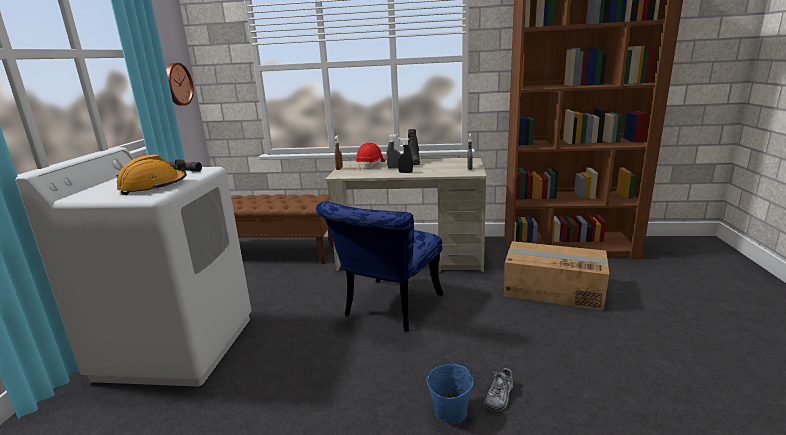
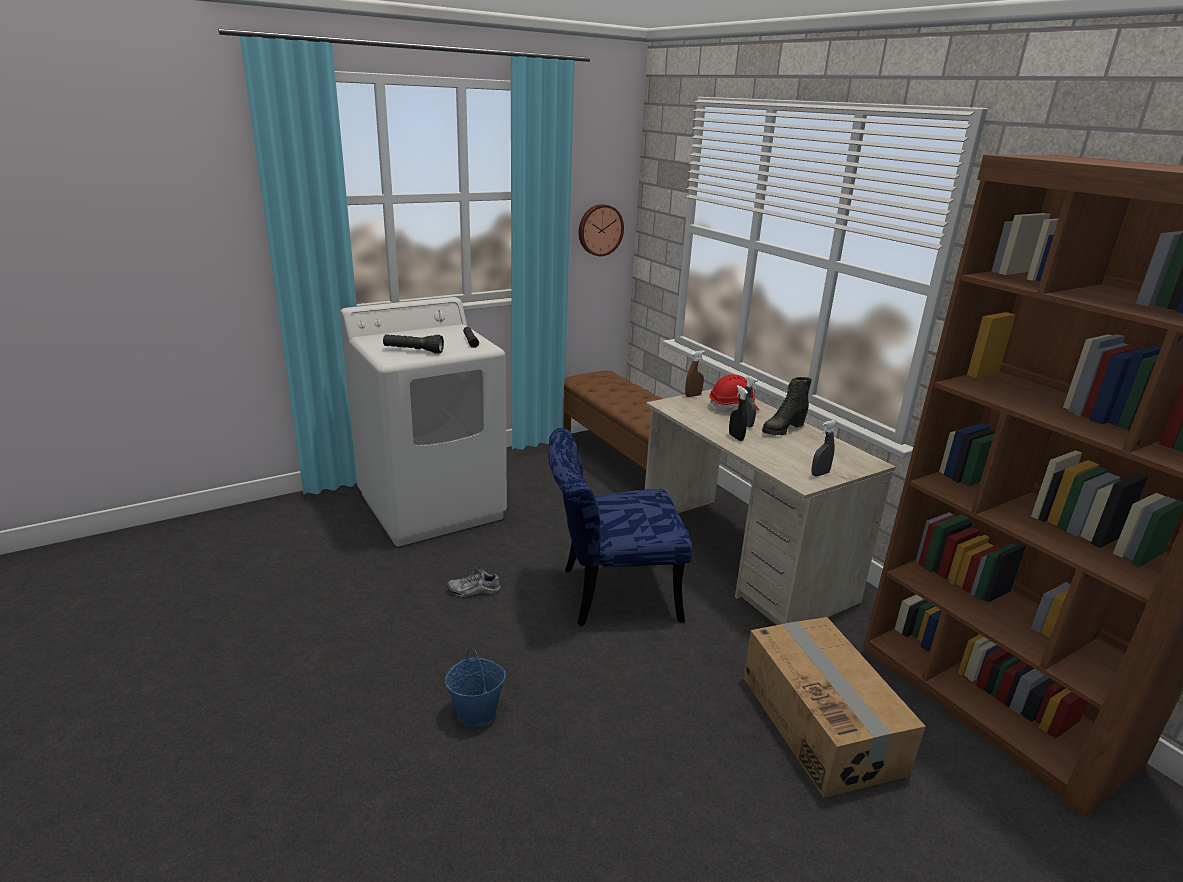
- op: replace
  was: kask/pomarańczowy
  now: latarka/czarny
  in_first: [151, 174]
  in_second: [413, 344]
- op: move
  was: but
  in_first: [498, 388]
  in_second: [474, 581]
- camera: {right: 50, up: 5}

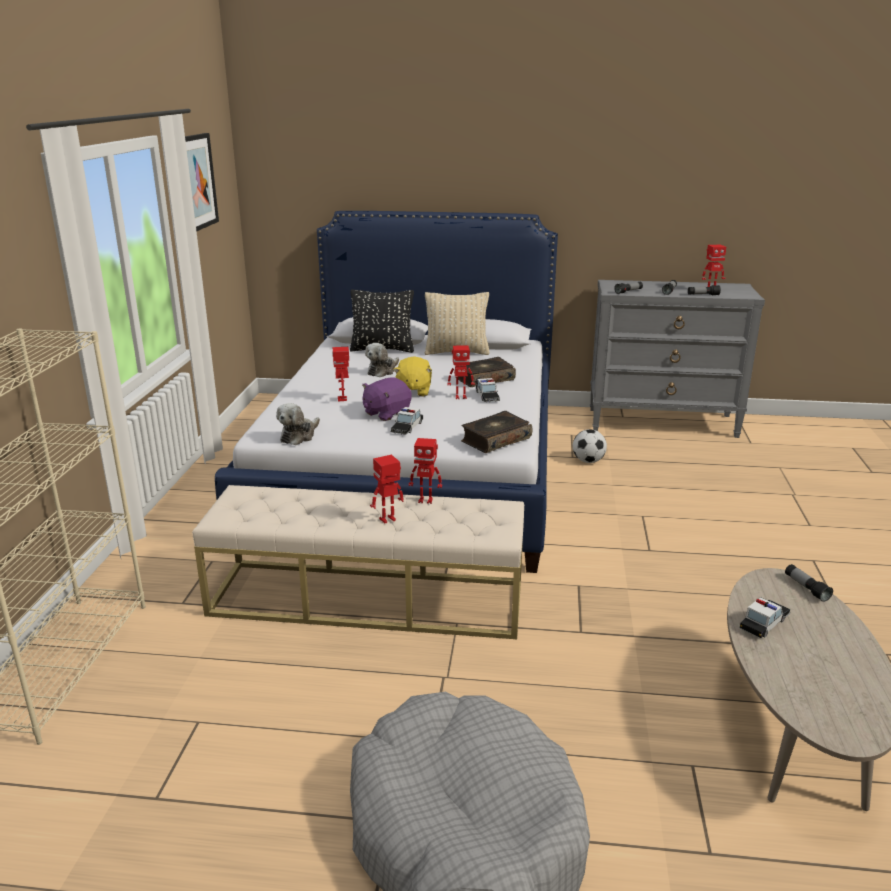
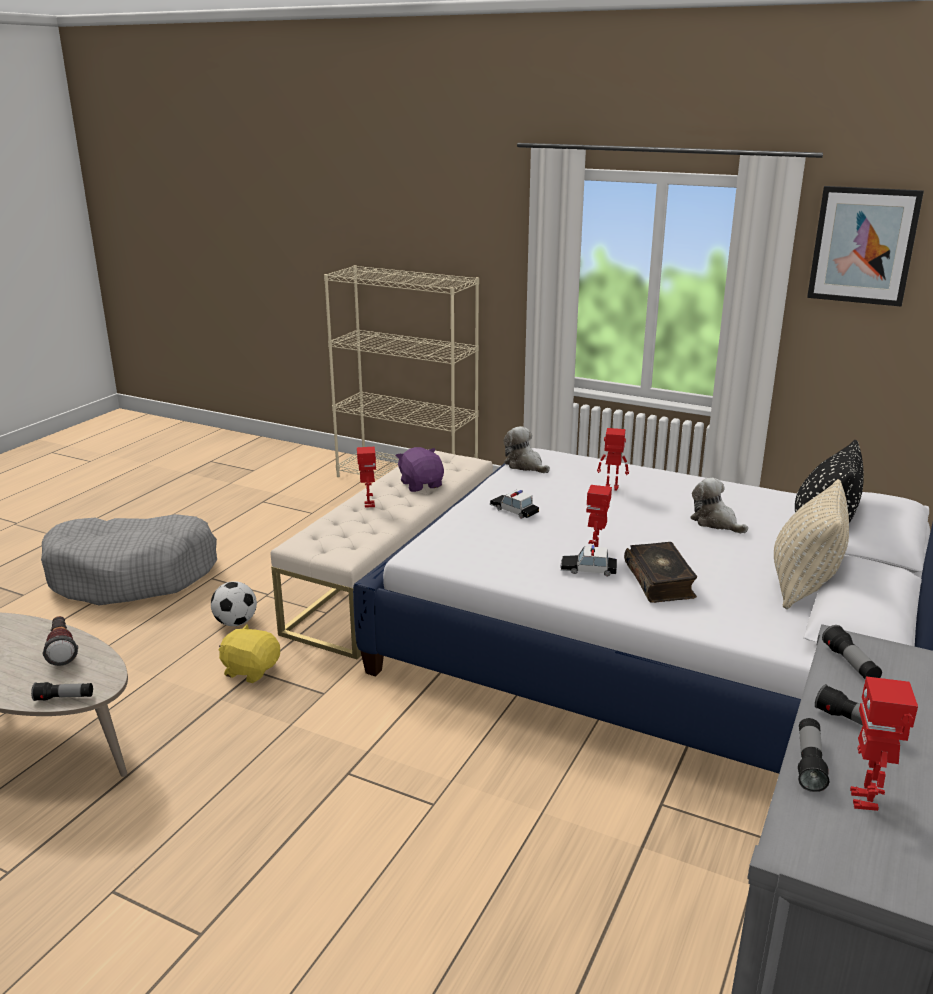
- op: move
  was: pluszak/fioletowy
  in_first: [387, 399]
  in_second: [420, 469]
- op: move
  was: pluszak/żółty
  in_first: [412, 376]
  in_second: [249, 653]
- op: delete
  was: robot zabawkowy
  in_first: [425, 471]
- op: delete
  was: książka
  in_first: [497, 432]
- op: move
  was: piłka futbolowa
  in_first: [590, 446]
  in_second: [234, 603]
- op: replace
  was: samochodzik
  now: latarka
  in_first: [765, 617]
  in_second: [60, 641]
- camera: {right: 110, up: 0}

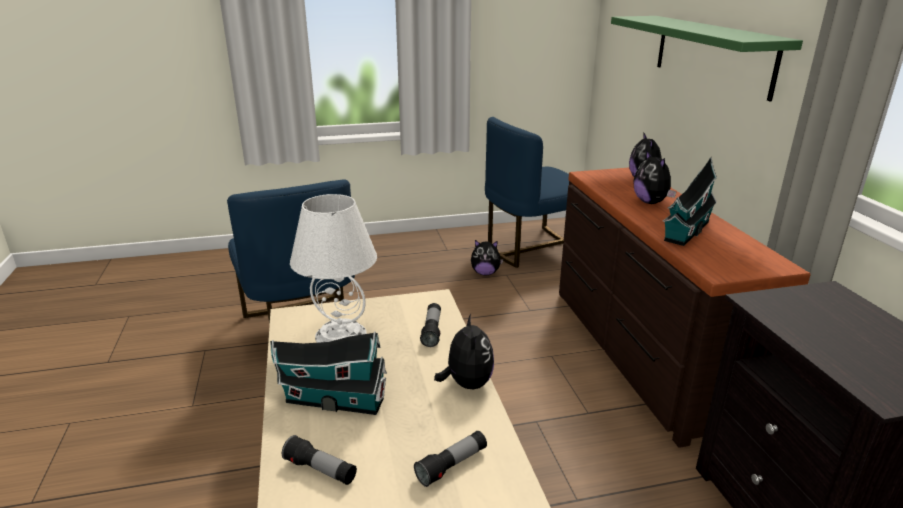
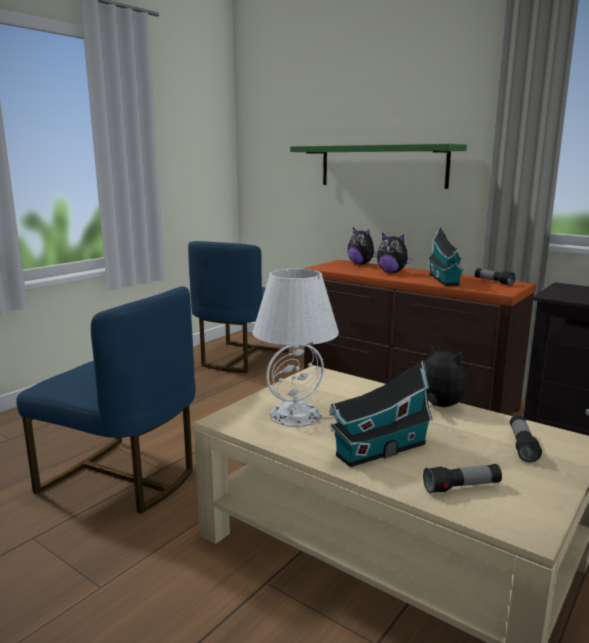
- op: move
  was: latarka
  in_first: [430, 325]
  in_second: [495, 277]
- op: delete
  was: pluszak
  in_first: [487, 257]
- camera: {right: -40, up: -10}

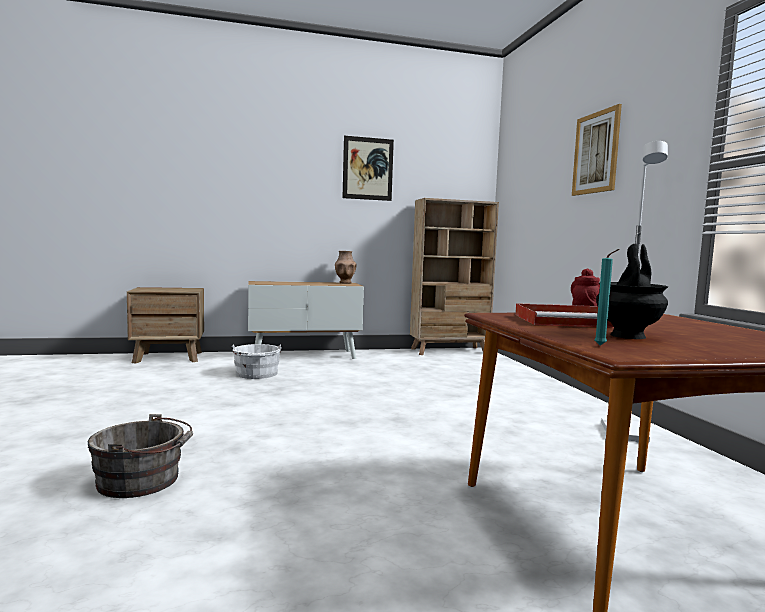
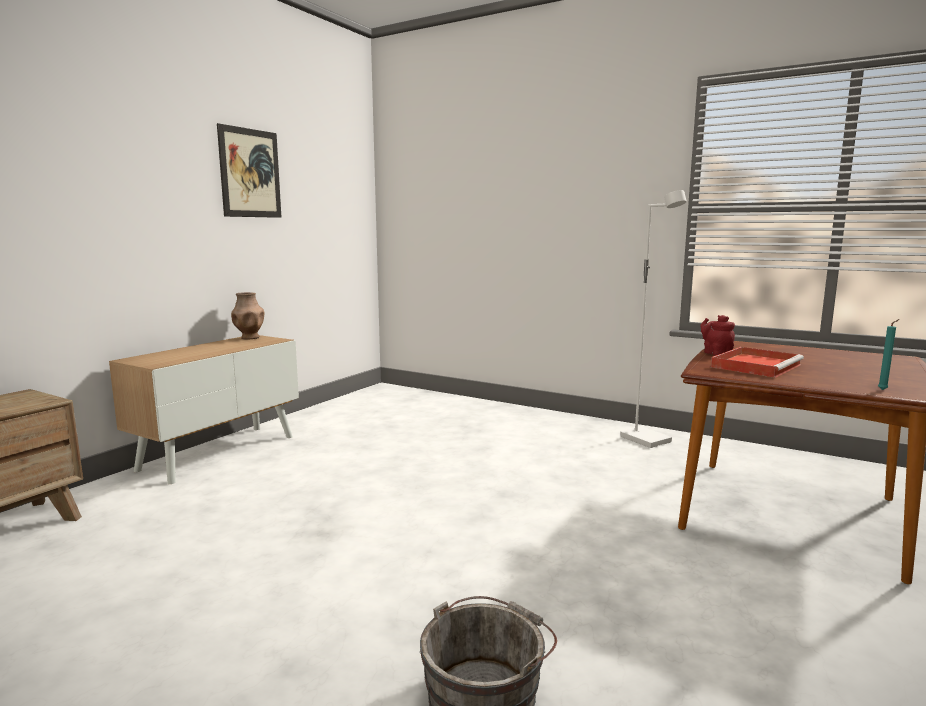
- op: delete
  was: wiadro/biały
  in_first: [257, 361]
- op: delete
  was: regał/beżowy
  in_first: [454, 276]
- op: delete
  was: obraz
  in_first: [597, 150]
- op: delete
  was: wazon/czarny
  in_first: [632, 291]
- camera: {right: -45, up: 5}

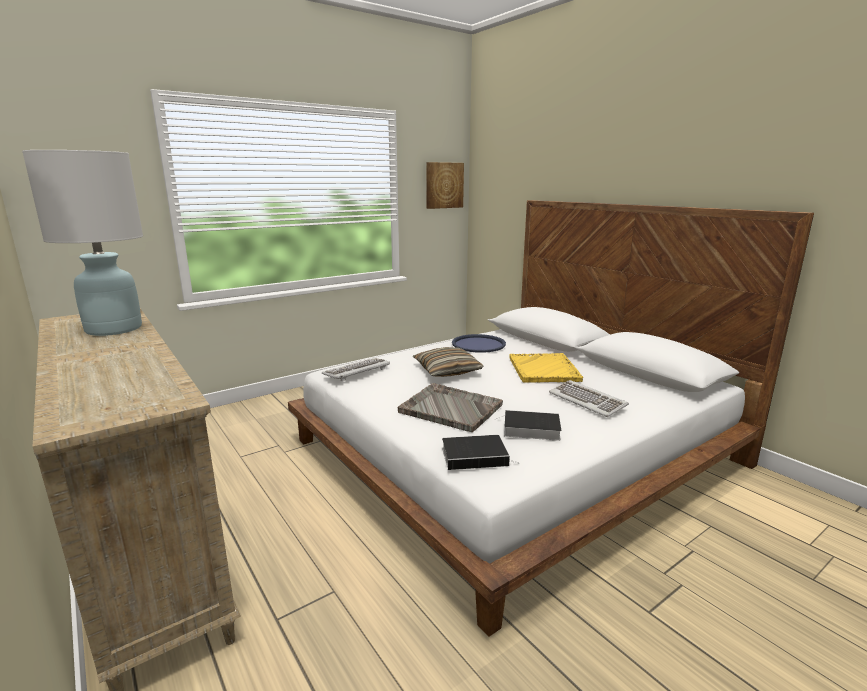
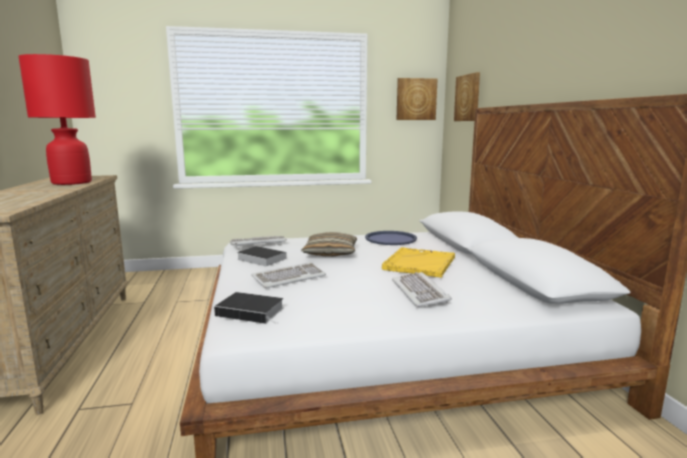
- op: recolor
  was: lampa stołowa/biały
  now: lampa stołowa/czerwony
  in_first: [82, 243]
  in_second: [57, 119]
- op: replace
  was: taca/szary
  now: klawiatura
  in_first: [450, 407]
  in_second: [288, 275]
- op: move
  was: książka
  in_first: [528, 425]
  in_second: [261, 256]
- op: insert
  now: obraz
  in_second: [467, 96]
- camera: {right: 25, up: -5}

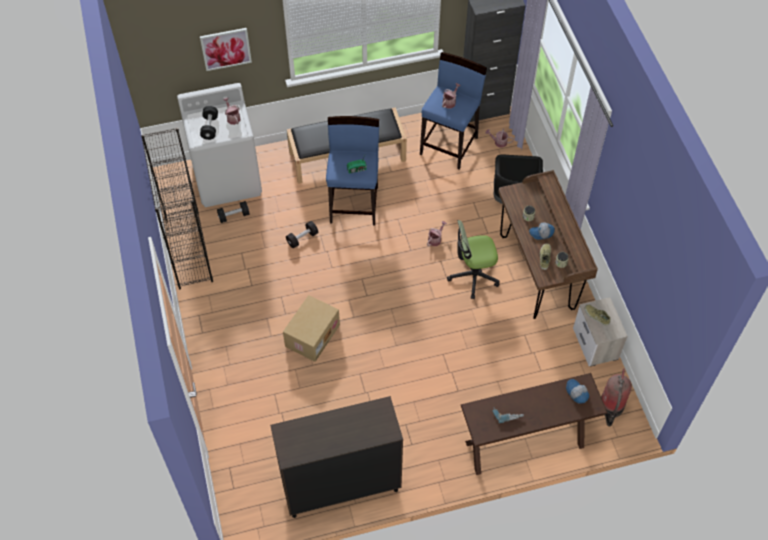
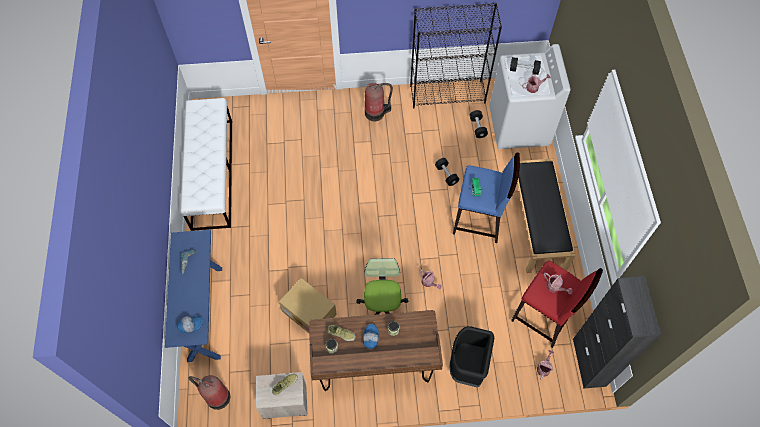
- op: delete
  was: obraz
  in_first: [226, 49]
- op: replace
  was: szafka/brązowy
  now: ławka/biały
  in_first: [336, 457]
  in_second: [206, 164]
- op: move
  was: karton
  in_first: [311, 328]
  in_second: [308, 306]
- op: recolor
  was: stołek/niebieski
  now: stołek/czerwony
  in_first: [453, 111]
  in_second: [557, 304]
- op: recolor
  was: stolik konsolowy/brązowy
  now: stolik konsolowy/niebieski
  in_first: [534, 424]
  in_second: [193, 296]
- op: insert
  now: gaśnica
  in_second: [379, 102]
- camera: {right: 100, up: 5}

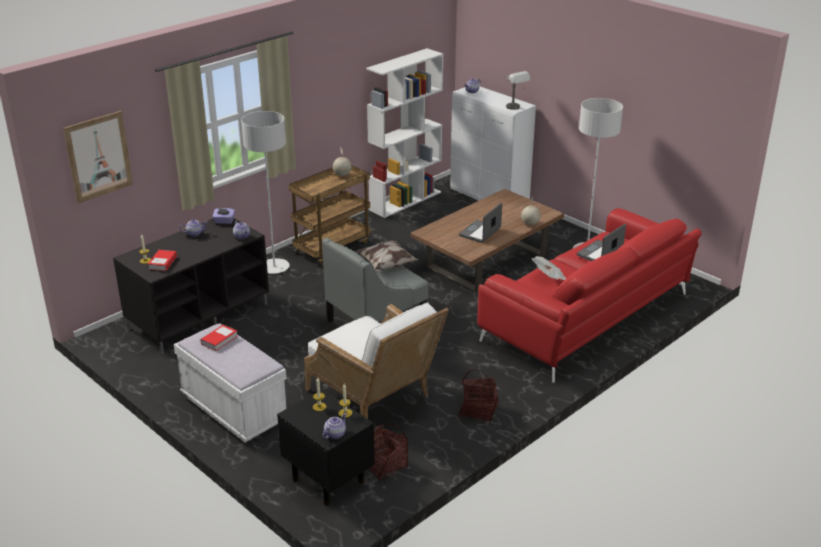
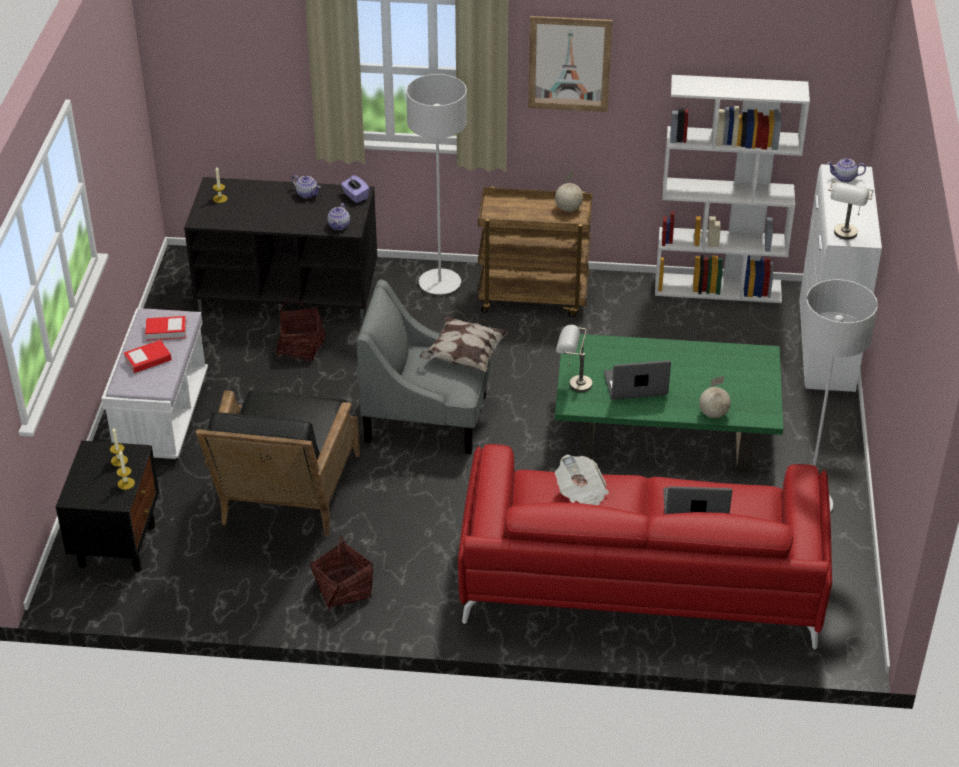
- op: move
  was: obraz
  in_first: [98, 157]
  in_second: [570, 64]
- op: move
  was: książka
  in_first: [162, 260]
  in_second: [148, 356]
- op: recolor
  was: fotel/biały
  now: fotel/czarny
  in_first: [376, 360]
  in_second: [278, 463]
- op: delete
  was: imbryk
  in_first: [335, 426]
- op: move
  was: koszyk
  in_first: [388, 452]
  in_second: [300, 331]
- op: recolor
  was: ława/brązowy
  now: ława/zielony
  in_first: [487, 241]
  in_second: [669, 403]
- op: insert
  now: lampa stołowa/szary
  in_second: [574, 358]
- camera: {right: 50, up: 10}

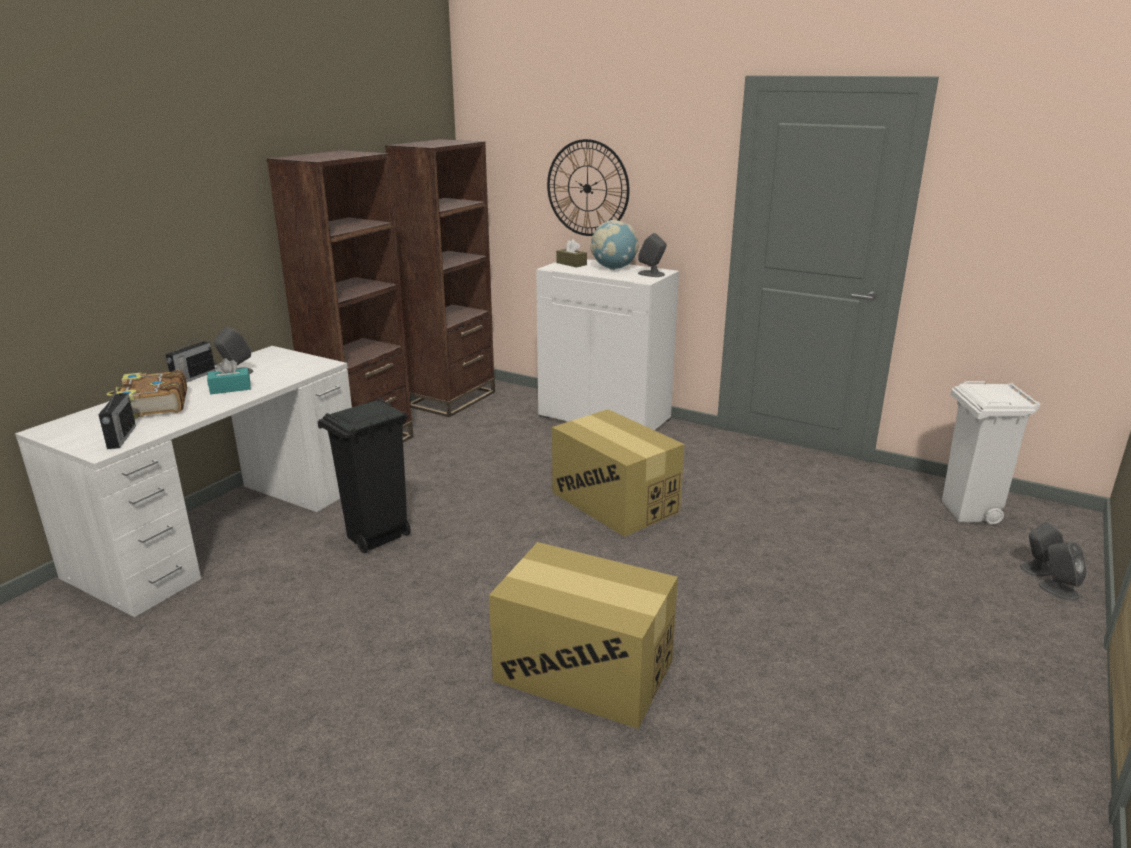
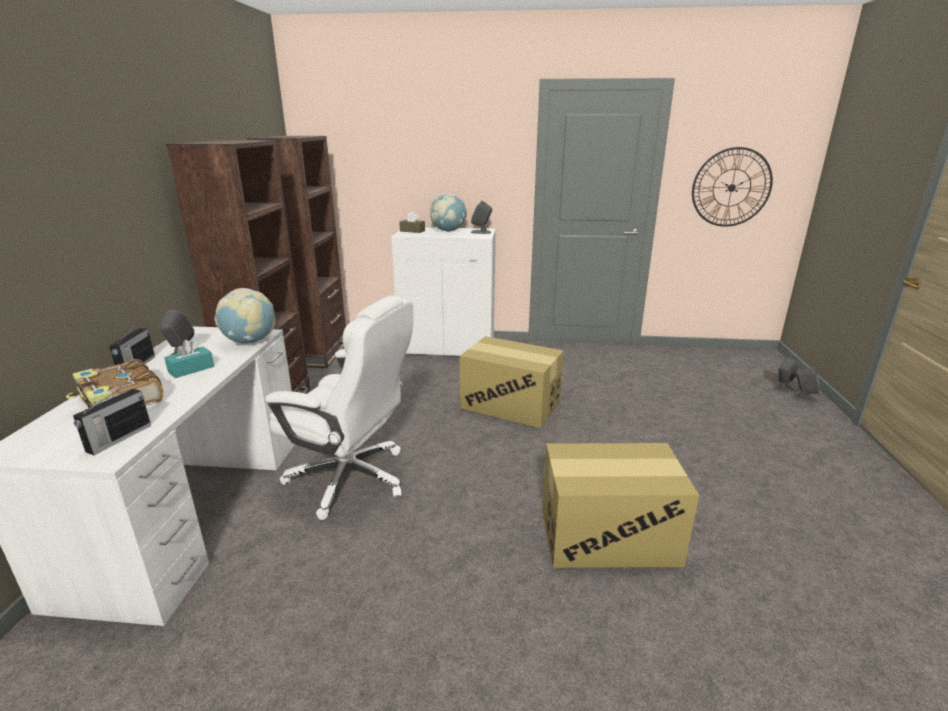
- op: rotate
  was: radio
  in_first: [117, 418]
  in_second: [112, 419]
  clockwise: 60
- op: replace
  was: kosz na śmieci/czarny
  now: krzesło biurowe/biały
  in_first: [364, 475]
  in_second: [339, 407]
- op: move
  was: zegar ścienny
  in_first: [588, 187]
  in_second: [732, 187]
- op: delete
  was: kosz na śmieci/biały
  in_first: [991, 453]
- op: insert
  now: globus
  in_second: [244, 316]
- camera: {right: -25, up: 0}

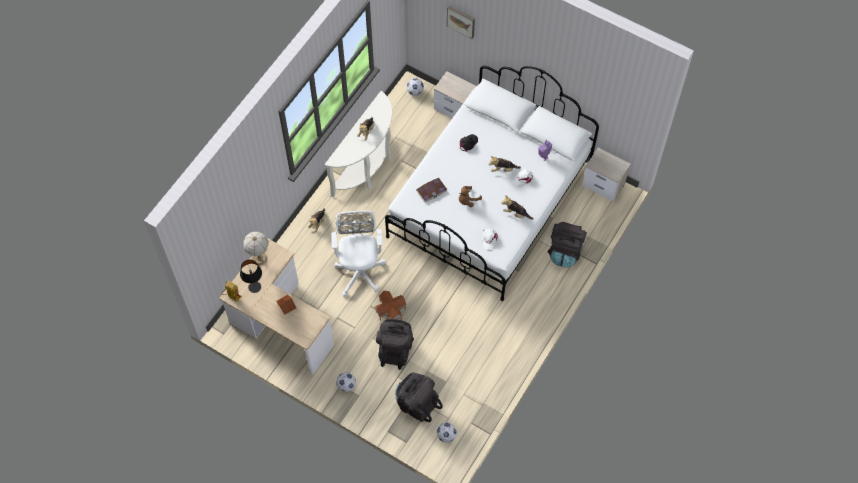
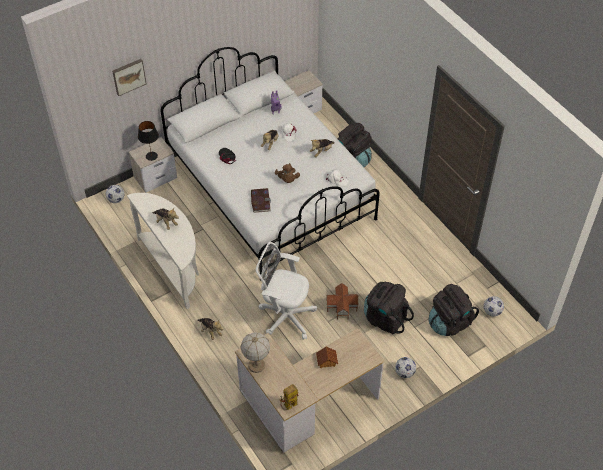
- op: move
  was: lampa stołowa/czarny
  in_first: [251, 276]
  in_second: [148, 141]
- camera: {right: -65, up: -10}

